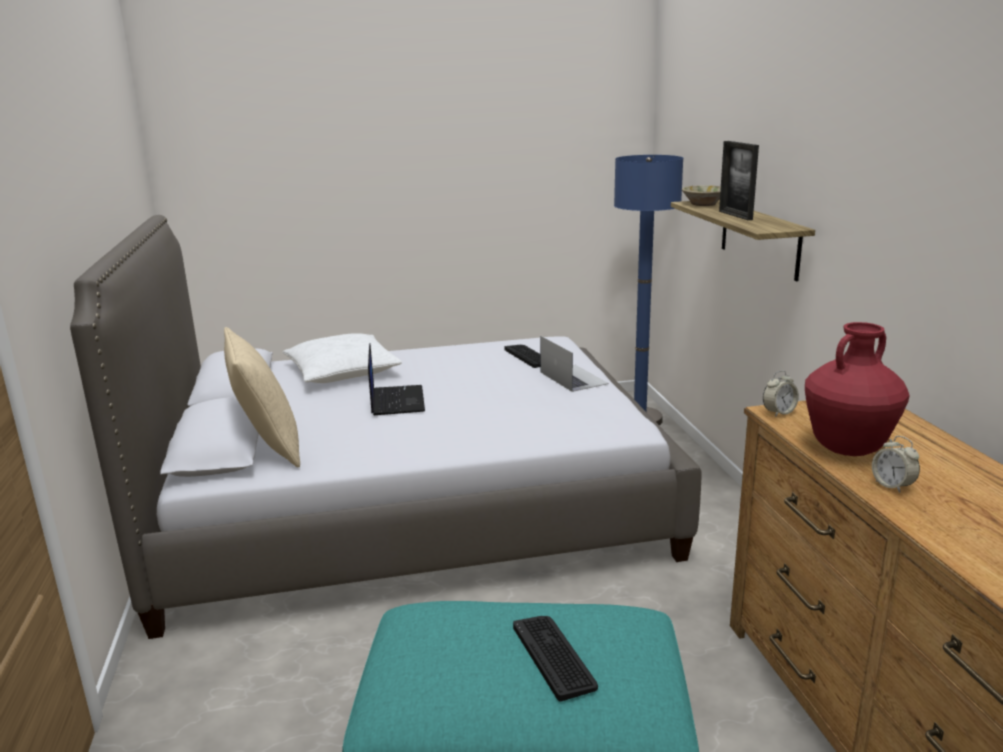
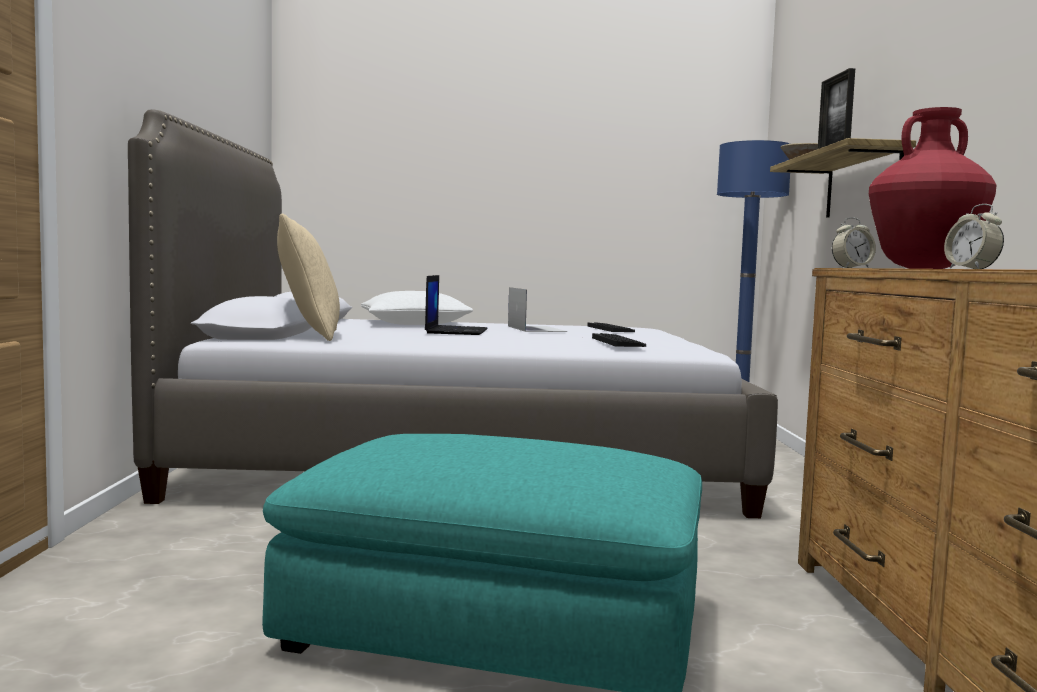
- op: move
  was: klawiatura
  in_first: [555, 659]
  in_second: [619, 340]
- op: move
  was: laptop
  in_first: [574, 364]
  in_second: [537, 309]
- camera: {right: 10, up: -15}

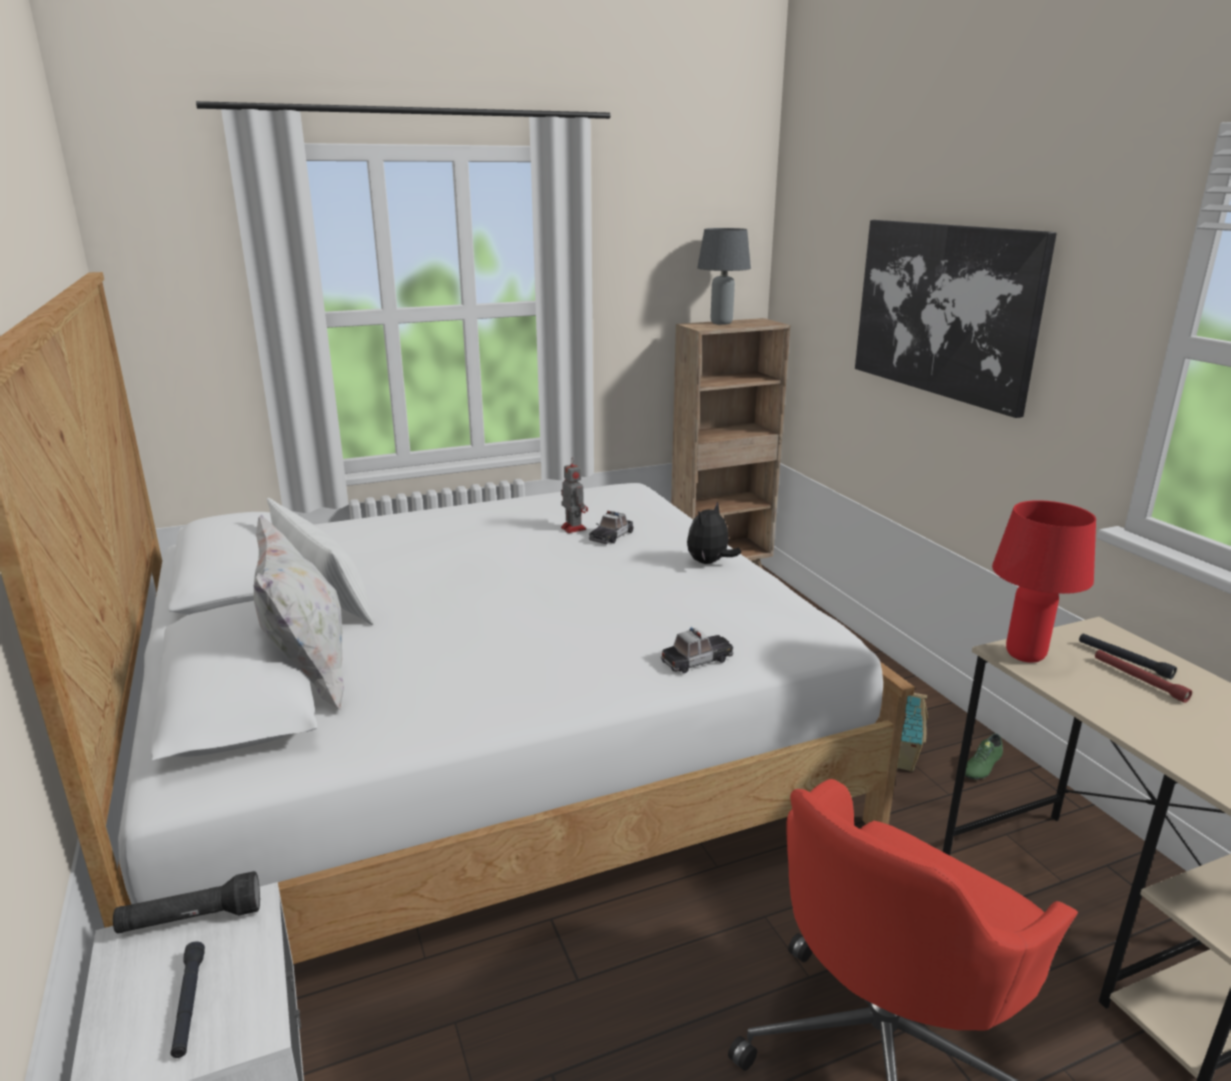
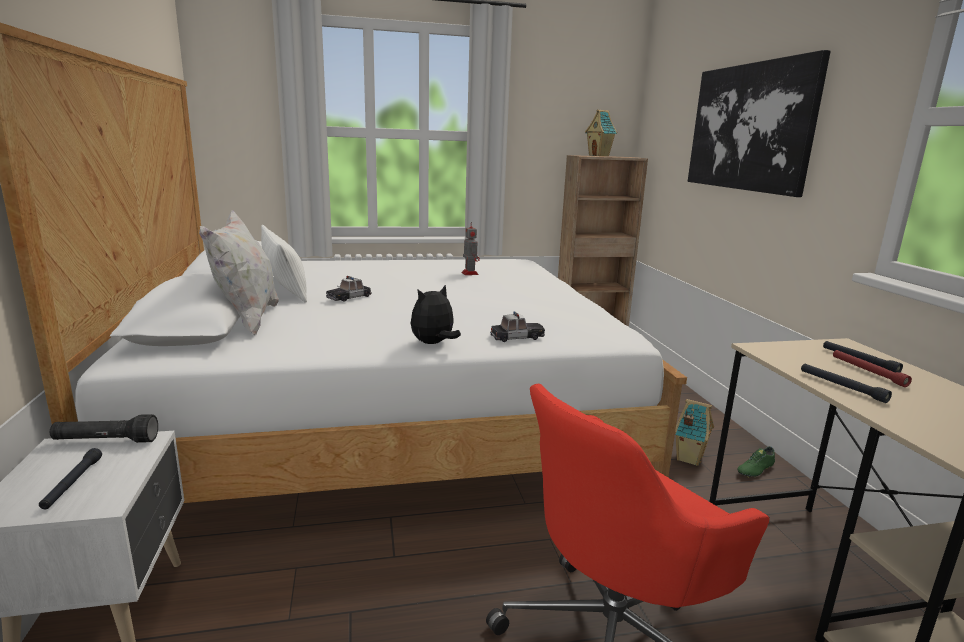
- op: move
  was: samochodzik
  in_first: [611, 527]
  in_second: [348, 289]
- op: move
  was: pluszak
  in_first: [714, 533]
  in_second: [436, 314]
- op: replace
  was: lampa stołowa/szary
  now: domek
  in_first: [724, 276]
  in_second: [601, 132]
- op: delete
  was: lampa stołowa/czerwony
  in_first: [1044, 581]
- op: insert
  now: latarka/czarny
  in_second: [846, 383]
- camera: {right: 10, up: -5}

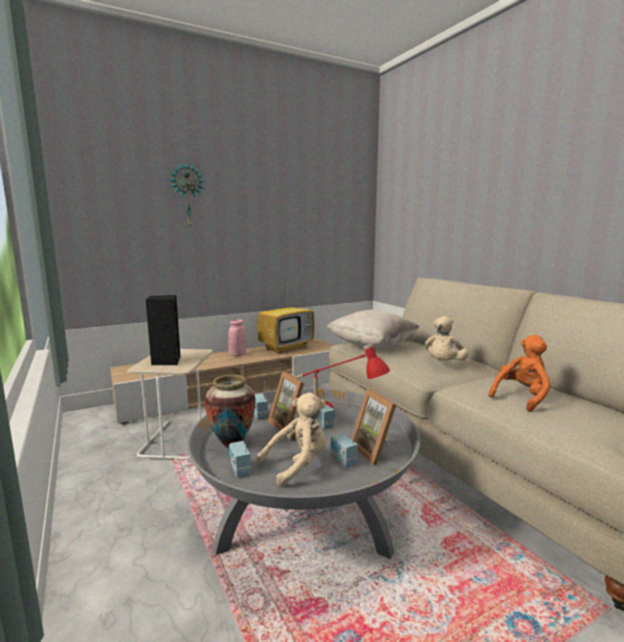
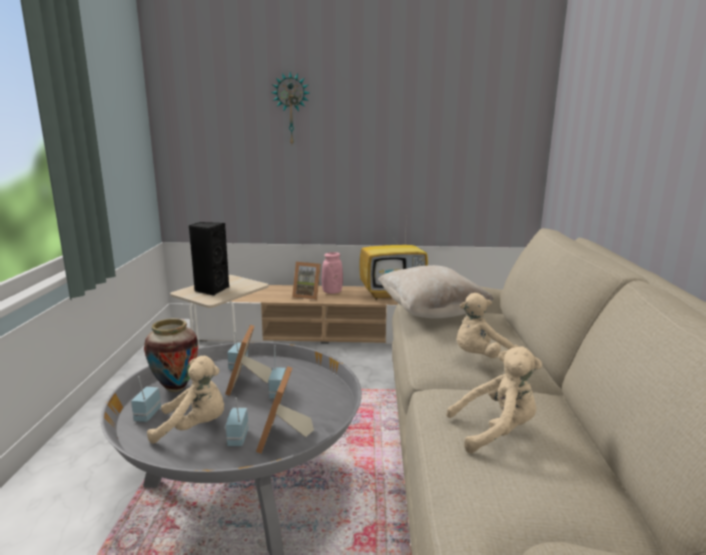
- op: delete
  was: lampa stołowa/czerwony
  in_first: [342, 376]
- op: recolor
  was: pluszak/pomarańczowy
  now: pluszak/beżowy
  in_first: [519, 373]
  in_second: [494, 400]
- op: insert
  now: ramka na zdjęcie
  in_second: [306, 281]
- camera: {right: 30, up: 5}

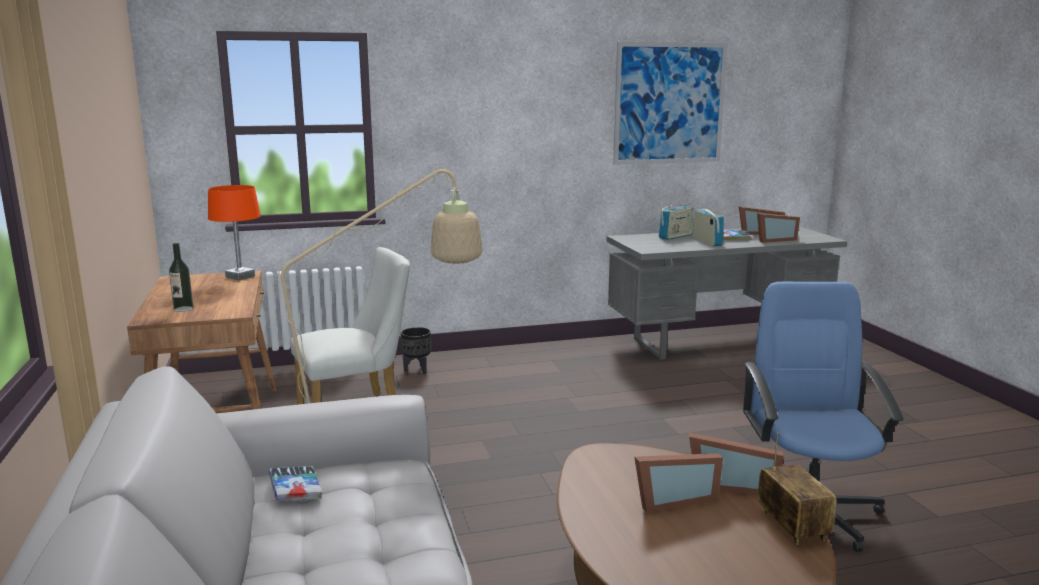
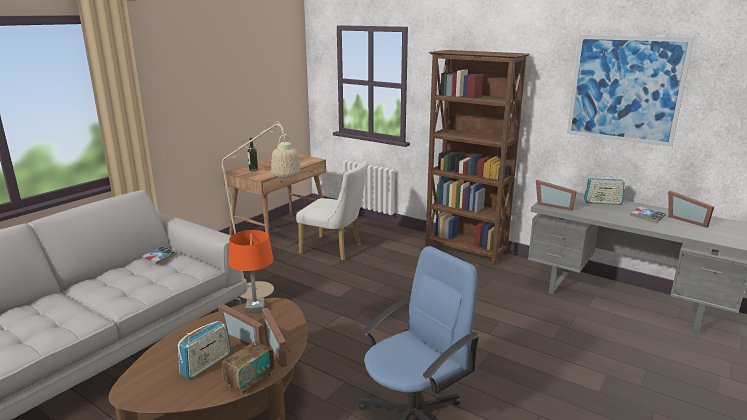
- op: move
  was: lampa stołowa/pomarańczowy
  in_first: [234, 232]
  in_second: [251, 271]
- op: delete
  was: donica/czarny
  in_first: [415, 350]
- op: move
  was: radio
  in_first: [708, 227]
  in_second: [204, 350]
- op: move
  was: ramka na zdjęcie
  in_first: [778, 228]
  in_second: [556, 195]
- op: insert
  now: regał/brązowy
  in_second: [477, 157]
- camera: {right: 50, up: 5}

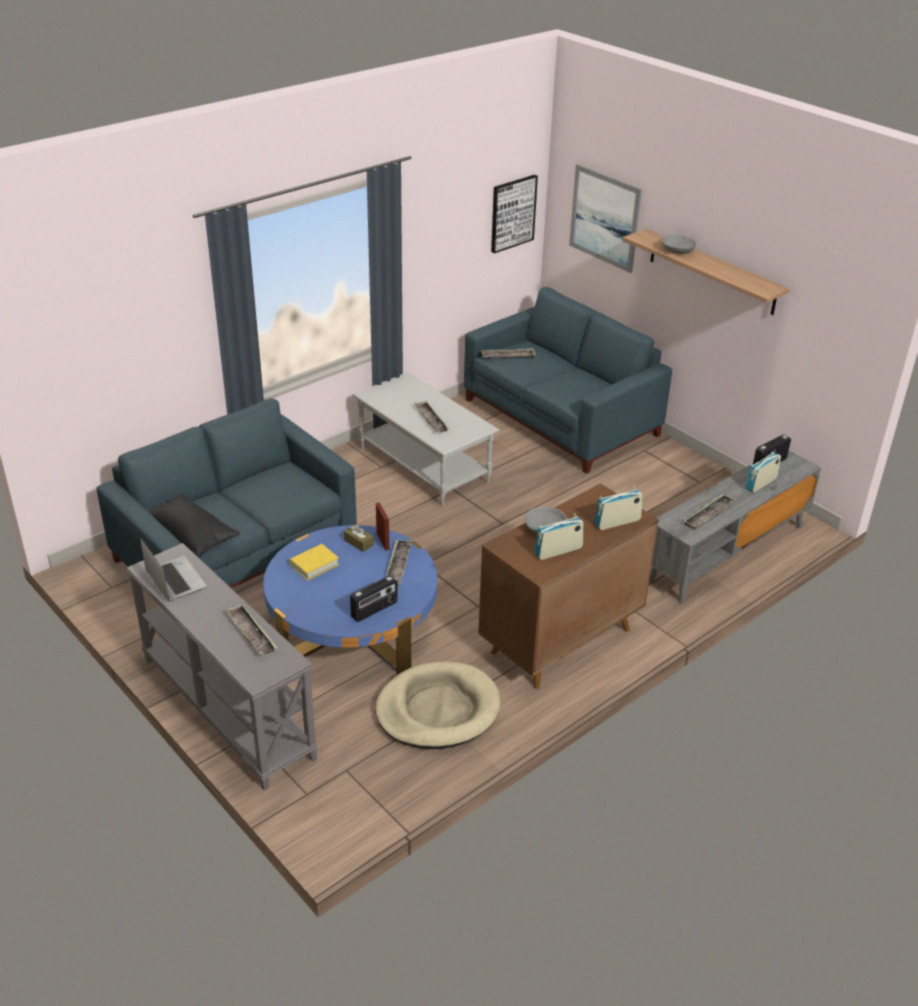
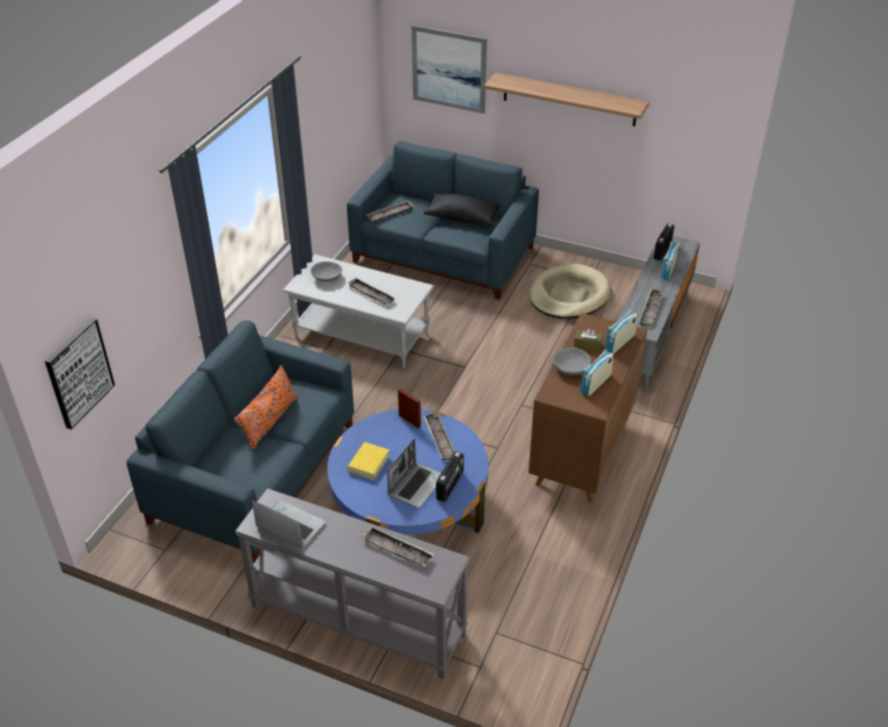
- op: move
  was: poduszka/czarny
  in_first: [194, 525]
  in_second: [461, 209]
- op: move
  was: pudełko chusteczek/brązowy
  in_first: [359, 538]
  in_second: [588, 339]
- op: move
  was: legowisko/beżowy
  in_first: [437, 705]
  in_second: [569, 291]
- op: move
  was: obraz
  in_first: [514, 214]
  in_second: [80, 373]
- op: move
  was: miska/szary
  in_first: [679, 244]
  in_second: [326, 271]
- op: insert
  now: poduszka/pomarańczowy
  in_second: [266, 407]
- op: insert
  now: laptop
  in_second: [414, 473]
- camera: {right: -25, up: 5}

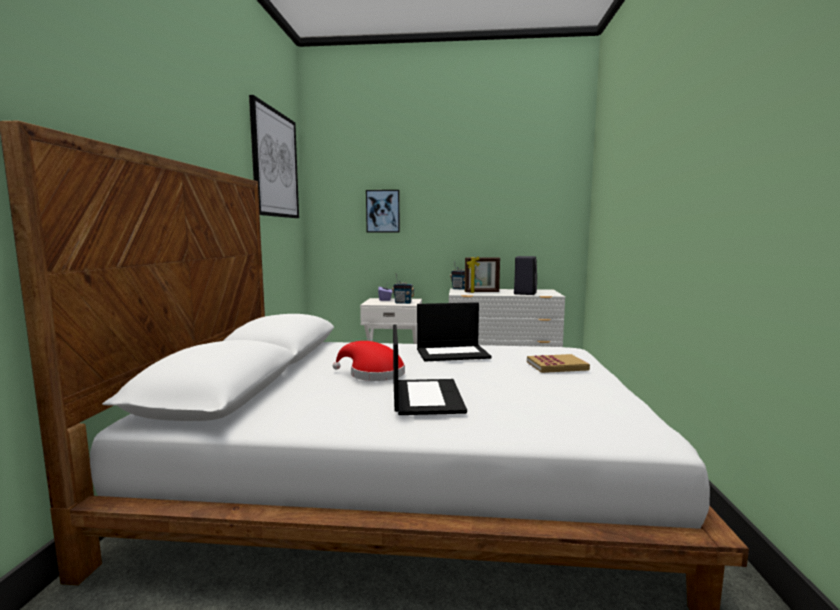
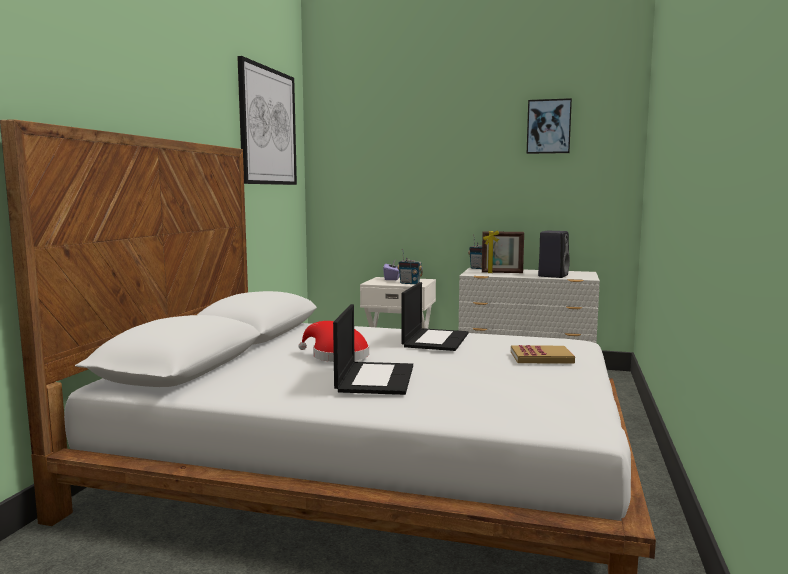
- op: move
  was: obraz
  in_first: [383, 211]
  in_second: [549, 126]
- op: rotate
  was: laptop
  in_first: [454, 331]
  in_second: [434, 316]
  clockwise: -75
- camera: {right: 10, up: 0}

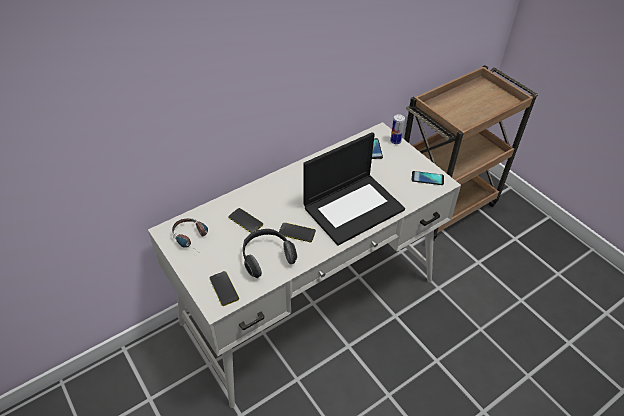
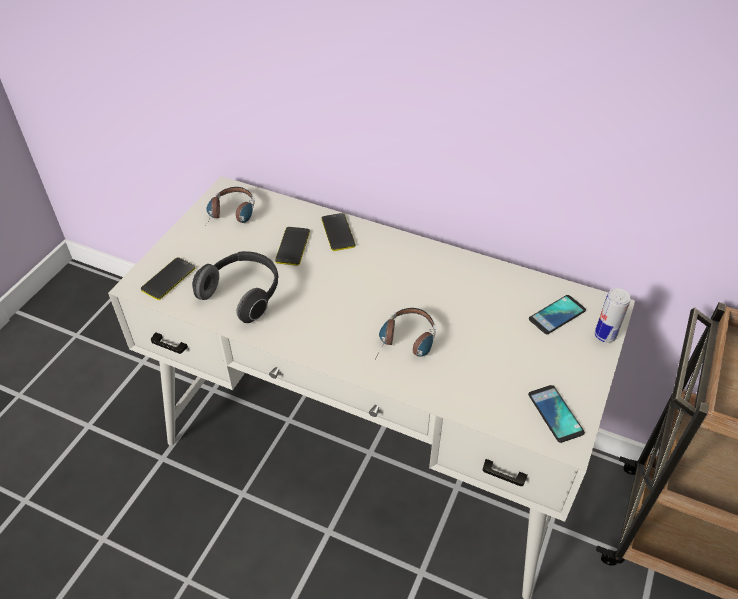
- op: move
  was: telefon
  in_first: [297, 232]
  in_second: [338, 232]
- op: replace
  was: laptop
  now: słuchawki
  in_first: [354, 189]
  in_second: [407, 332]
- camera: {right: 60, up: 0}

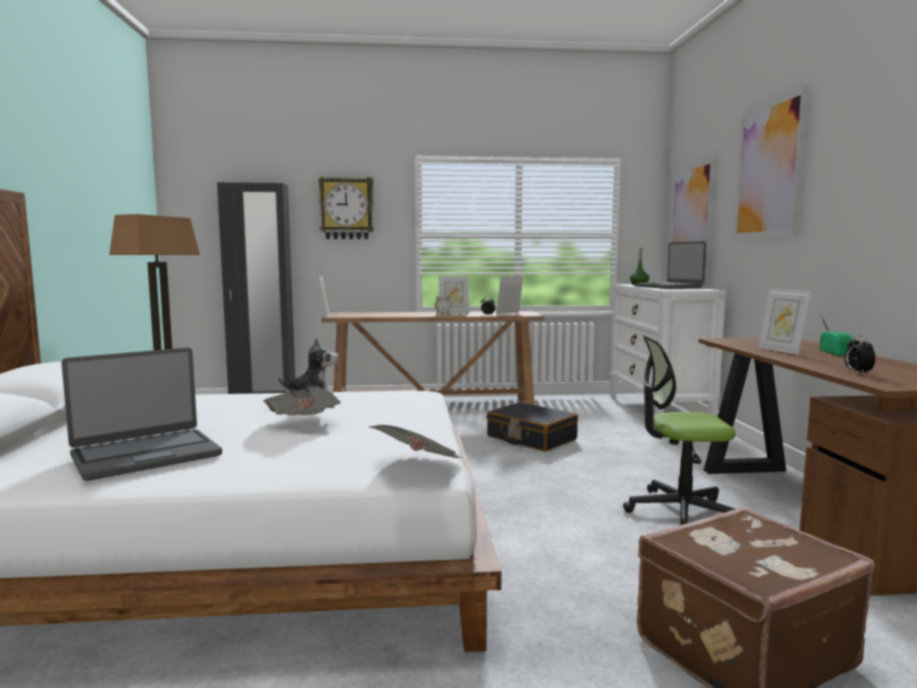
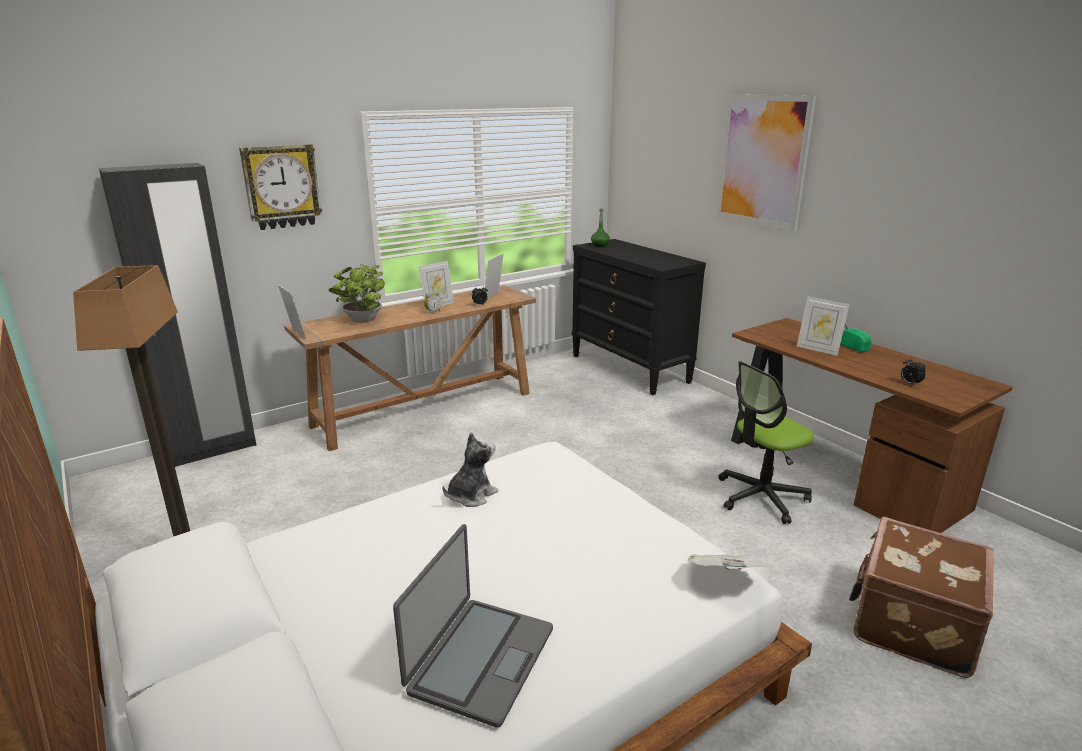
- op: delete
  was: gazeta
  in_first: [301, 402]
- op: delete
  was: walizka/czarny
  in_first: [532, 427]
- op: recolor
  was: komoda/biały
  now: komoda/czarny
  in_first: [668, 350]
  in_second: [639, 317]
- op: delete
  was: laptop
  in_first: [670, 265]
- op: delete
  was: obraz
  in_first: [693, 214]
- op: insert
  now: roślina doniczkowa
  in_second: [357, 293]
- camera: {right: -30, up: 15}

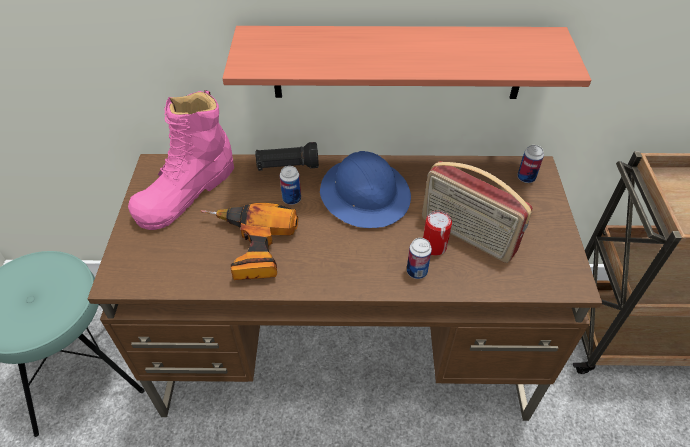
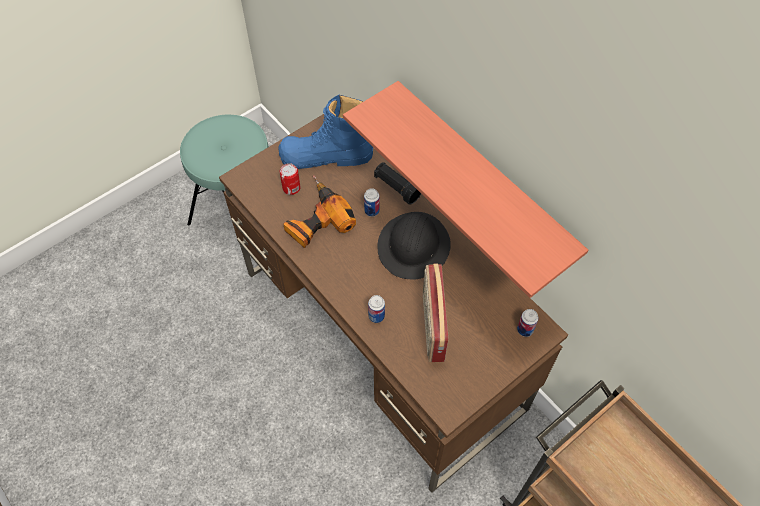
- op: recolor
  was: but z cholewką/różowy
  now: but z cholewką/niebieski
  in_first: [181, 160]
  in_second: [326, 132]
- op: recolor
  was: kask/niebieski
  now: kask/czarny
  in_first: [365, 189]
  in_second: [414, 246]
- op: move
  was: puszka
  in_first: [437, 233]
  in_second: [290, 179]
- camera: {right: 50, up: 10}

